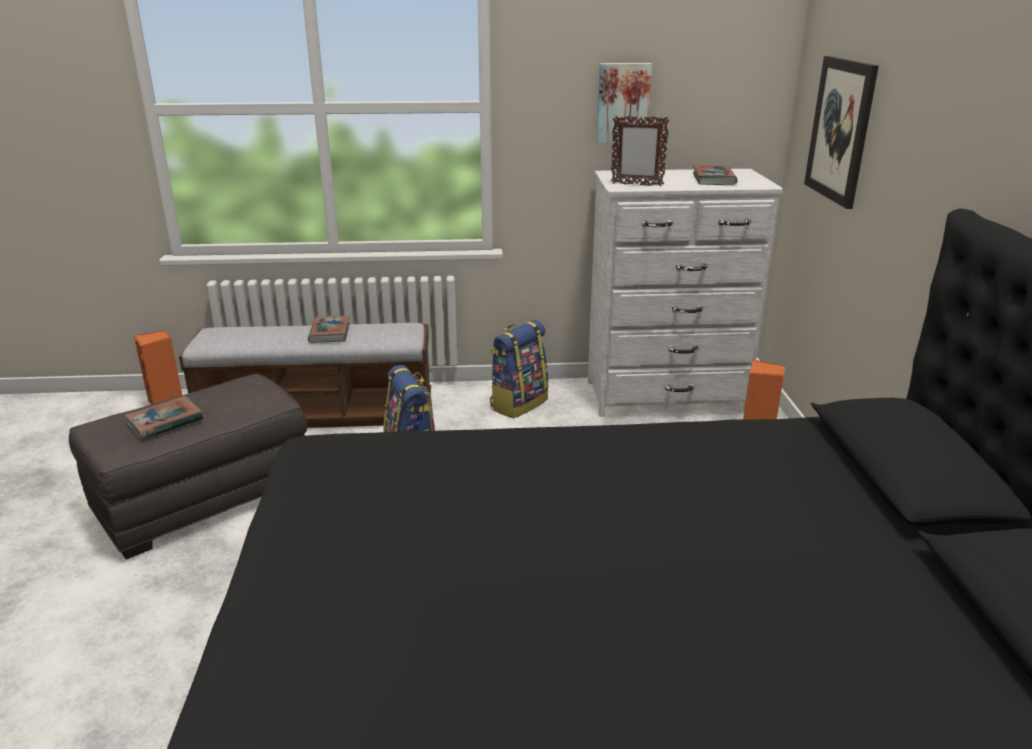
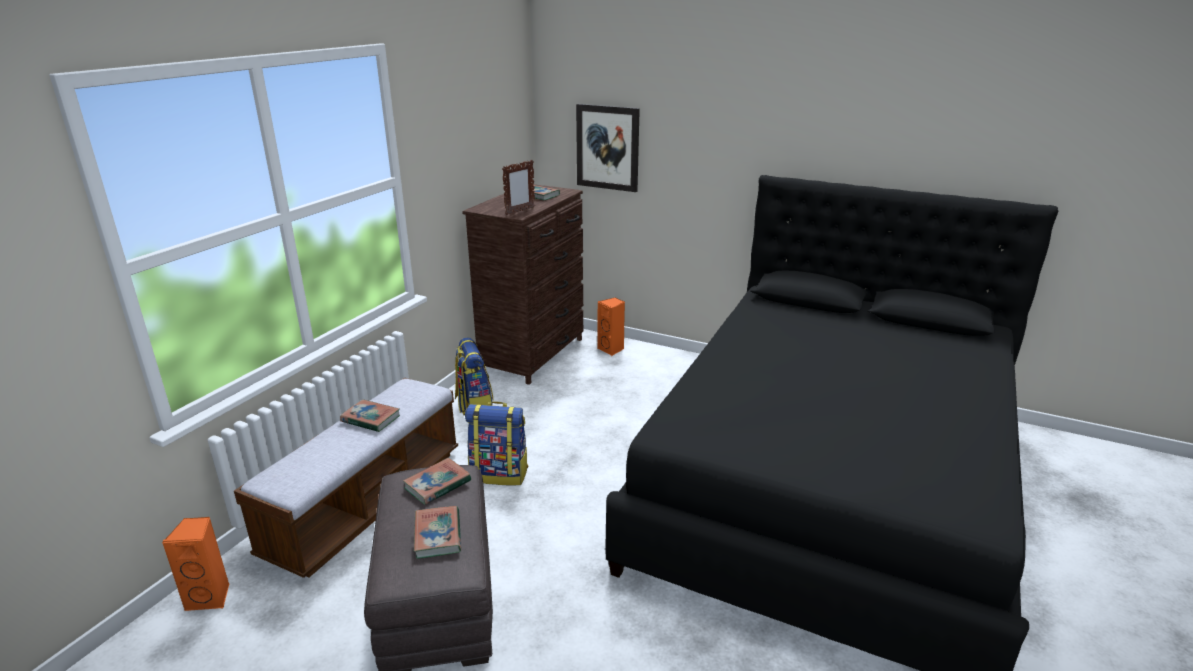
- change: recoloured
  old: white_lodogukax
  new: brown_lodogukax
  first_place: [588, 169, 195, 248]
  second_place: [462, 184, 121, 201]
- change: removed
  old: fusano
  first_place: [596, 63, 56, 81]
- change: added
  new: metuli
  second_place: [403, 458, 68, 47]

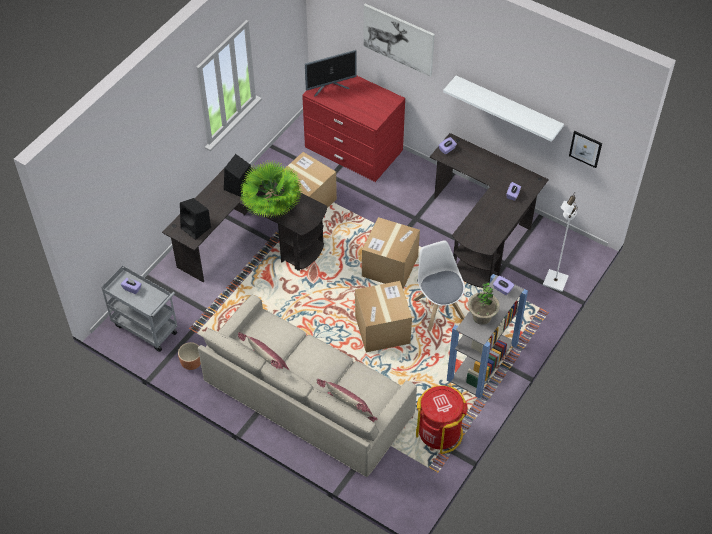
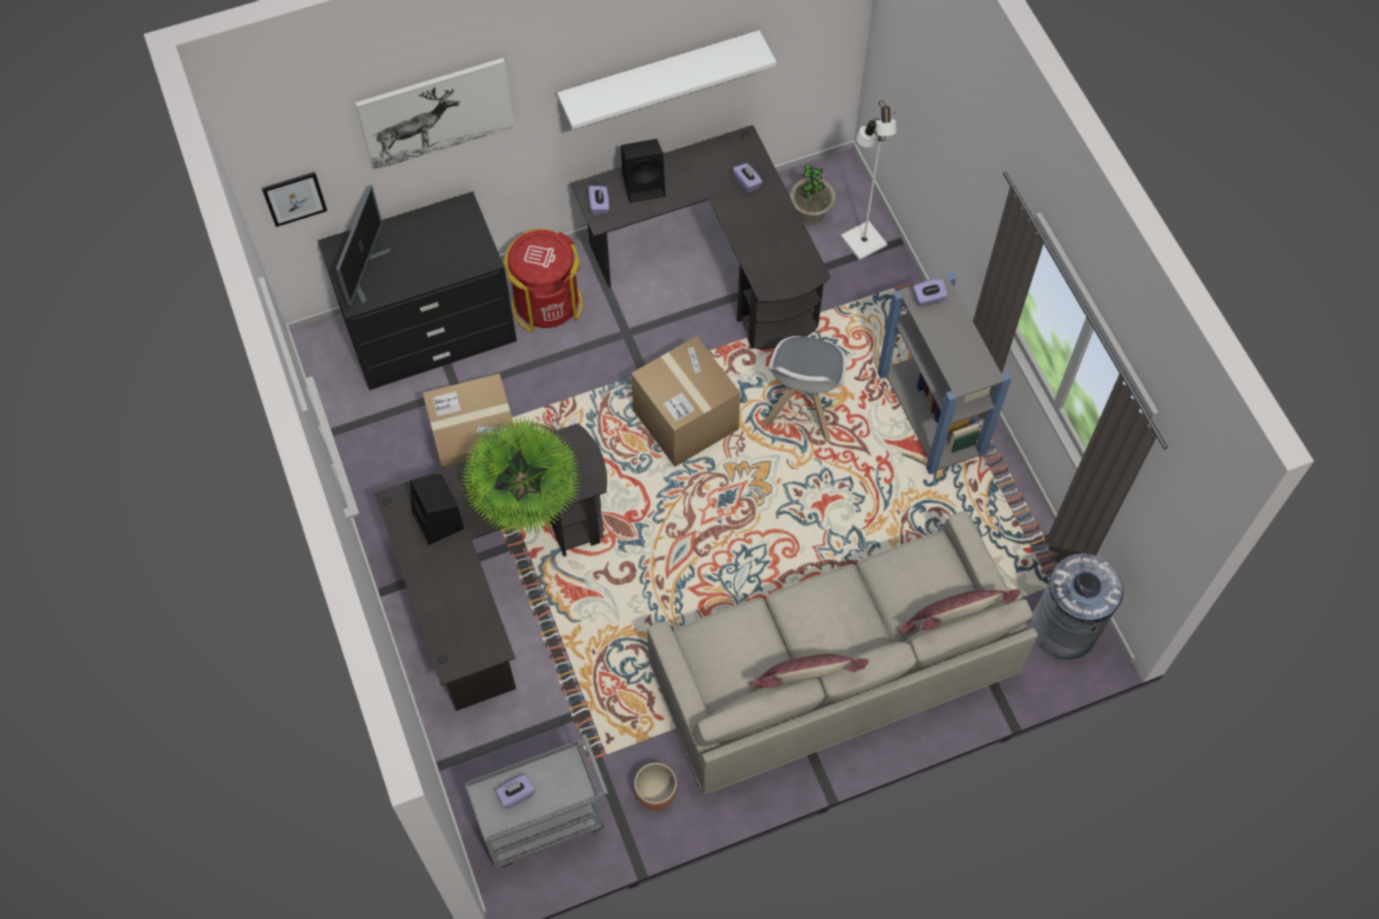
- change: moved
  old: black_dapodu
  first_place: [180, 198, 31, 42]
  second_place: [621, 139, 45, 64]
- change: recoloured
  old: red_lodogukax
  new: black_lodogukax
  first_place: [302, 76, 103, 106]
  second_place: [317, 192, 200, 198]
- change: removed
  old: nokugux
  first_place: [355, 281, 57, 71]
- change: turned
  old: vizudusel
  first_place: [413, 240, 52, 91]
  second_place: [763, 336, 83, 105]
  degrees: -90
- change: moved
  old: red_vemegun
  first_place: [416, 386, 52, 68]
  second_place: [504, 228, 79, 104]
- change: moved
  old: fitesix
  first_place: [468, 282, 32, 43]
  second_place: [790, 164, 46, 61]
- change: moved
  old: fusano
  first_place: [569, 131, 33, 37]
  second_place: [262, 172, 65, 55]
- change: added
  new: grey_vemegun
  second_place: [1030, 554, 93, 106]

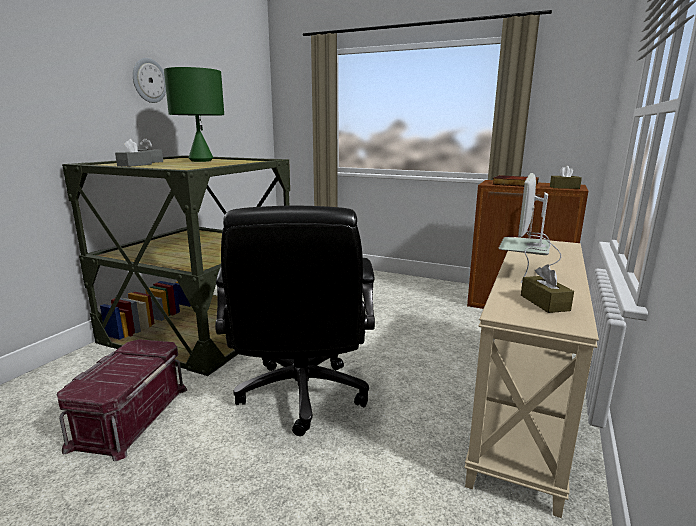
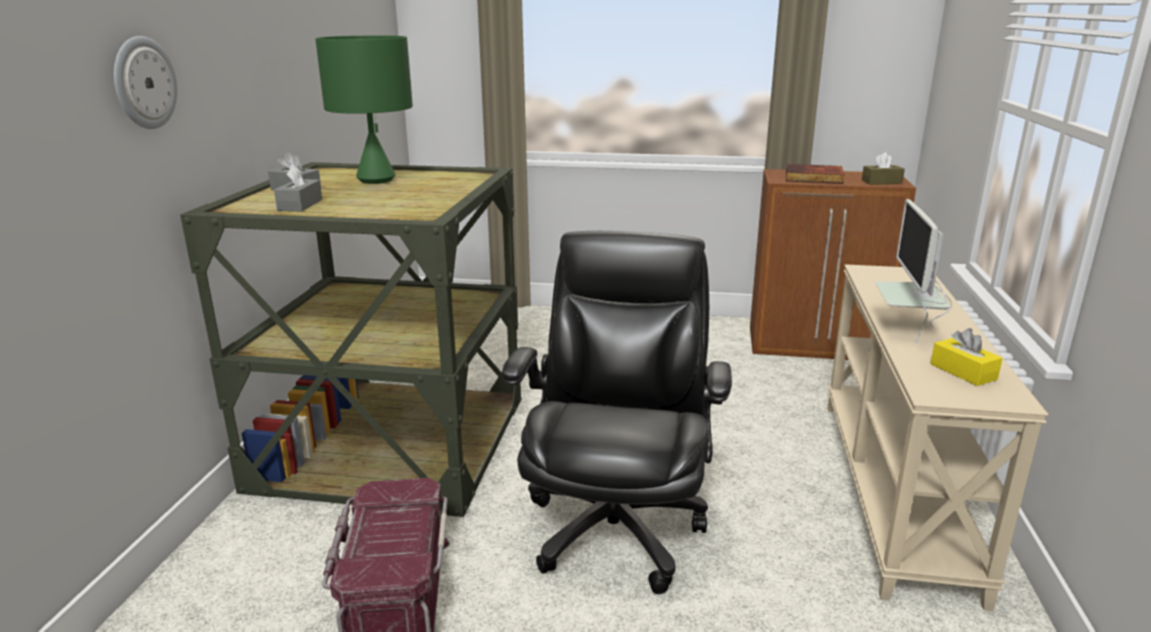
- change: moved
  old: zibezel
  first_place: [133, 58, 33, 45]
  second_place: [114, 36, 63, 93]
- change: turned
  old: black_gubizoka
  first_place: [215, 205, 160, 231]
  second_place: [502, 231, 230, 363]
  degrees: -150
- change: recoloured
  old: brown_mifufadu
  new: yellow_mifufadu
  first_place: [521, 265, 53, 48]
  second_place: [931, 328, 72, 58]

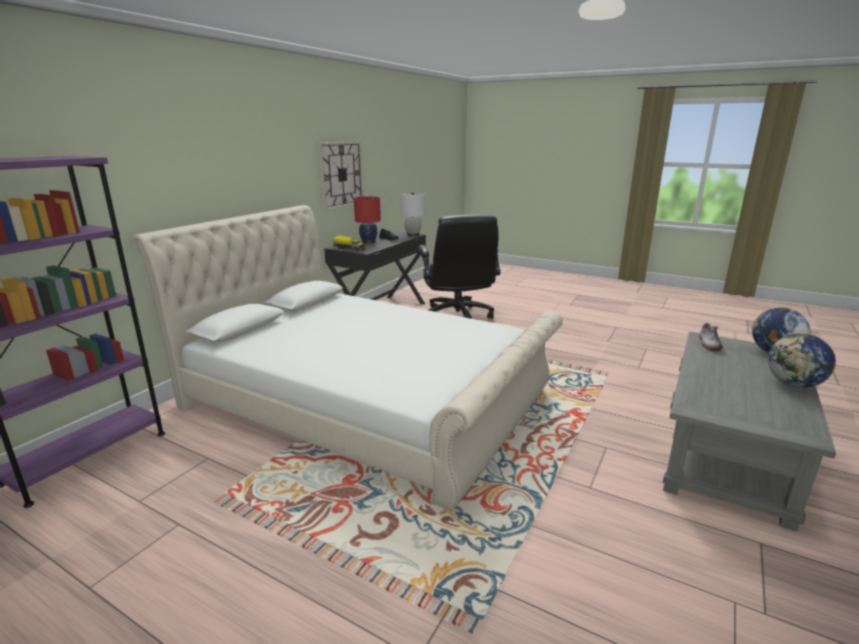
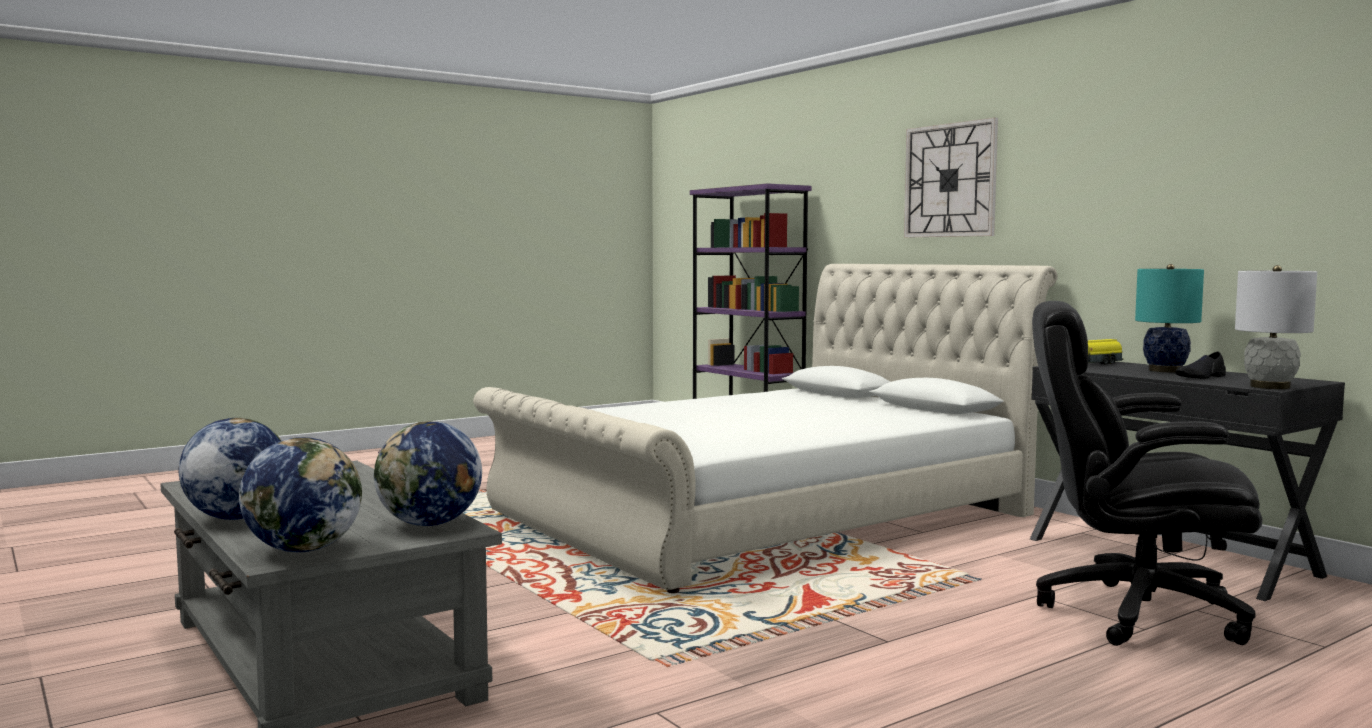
- change: moved
  old: zibezel
  first_place: [318, 141, 46, 70]
  second_place: [904, 118, 94, 120]
- change: recoloured
  old: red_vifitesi
  new: turquoise_vifitesi
  first_place: [354, 196, 27, 47]
  second_place: [1135, 264, 69, 108]
- change: replaced
  old: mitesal
  new: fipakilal
  first_place: [699, 323, 24, 29]
  second_place: [374, 421, 108, 105]

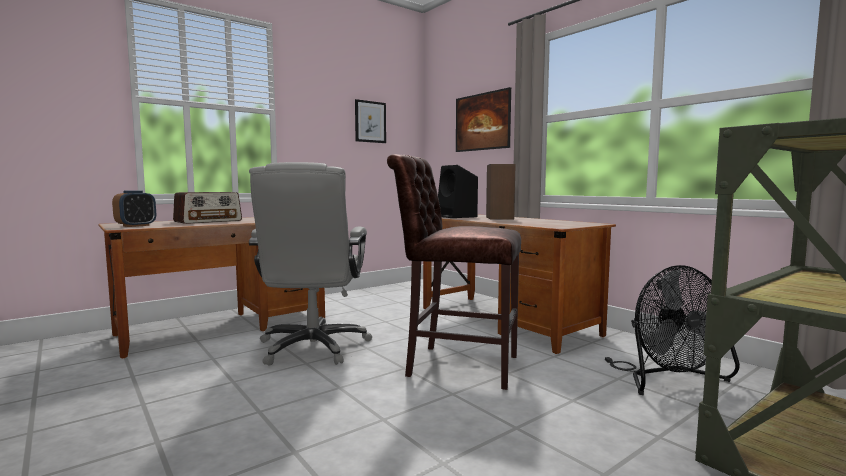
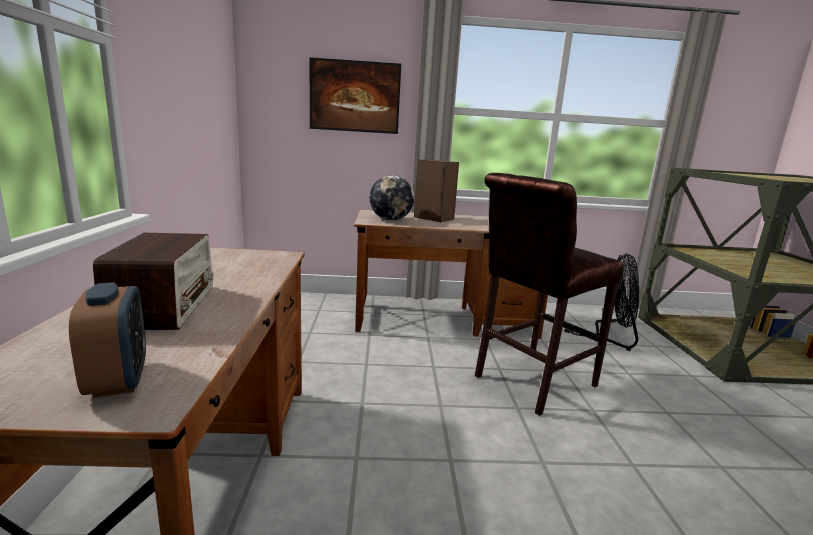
- change: removed
  old: grey_gubizoka
  first_place: [249, 162, 123, 204]
- change: removed
  old: fusano
  first_place: [355, 99, 31, 44]
- change: replaced
  old: black_dapodu
  new: fipakilal
  first_place: [438, 165, 40, 53]
  second_place: [370, 175, 44, 46]

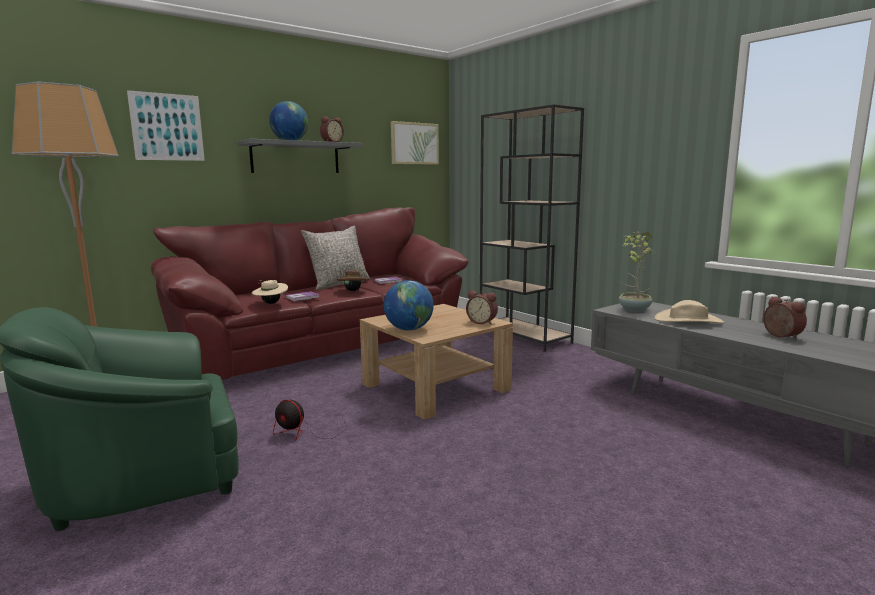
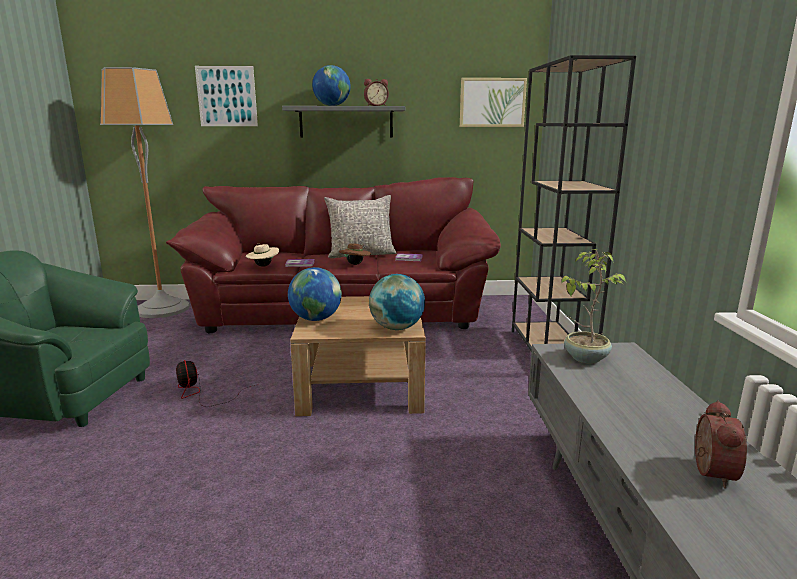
- change: replaced
  old: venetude
  new: fipakilal
  first_place: [466, 290, 32, 35]
  second_place: [369, 274, 56, 56]
- change: removed
  old: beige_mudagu
  first_place: [654, 300, 70, 23]

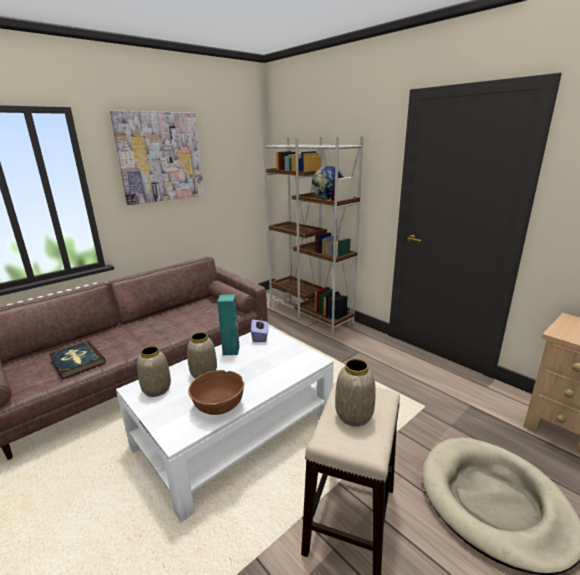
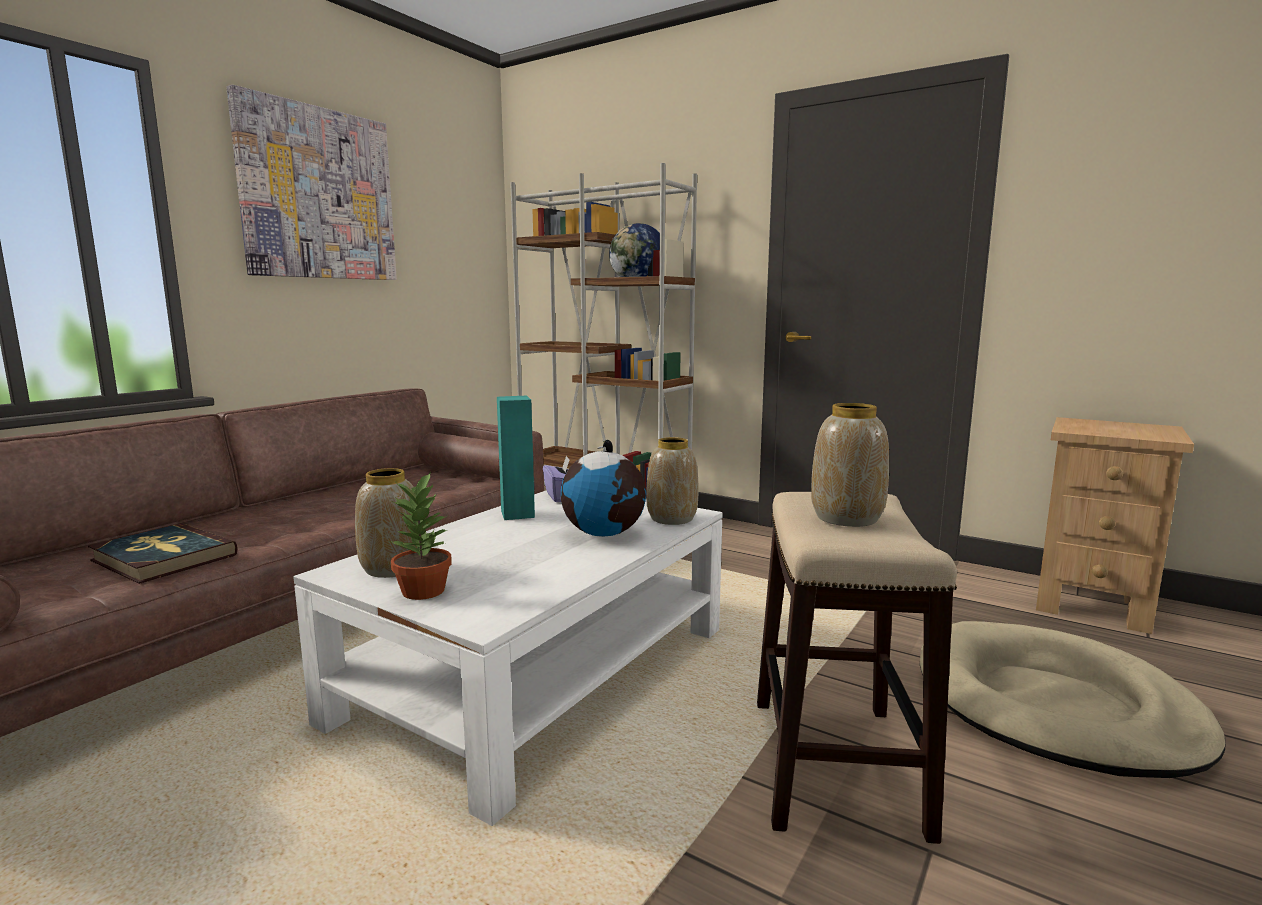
- change: moved
  old: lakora
  first_place: [187, 332, 30, 47]
  second_place: [647, 437, 51, 88]
- change: removed
  old: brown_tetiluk
  first_place: [188, 370, 56, 45]
- change: added
  new: fitesix
  second_place: [390, 471, 62, 129]
- change: added
  new: fipakilal
  second_place: [561, 440, 85, 97]

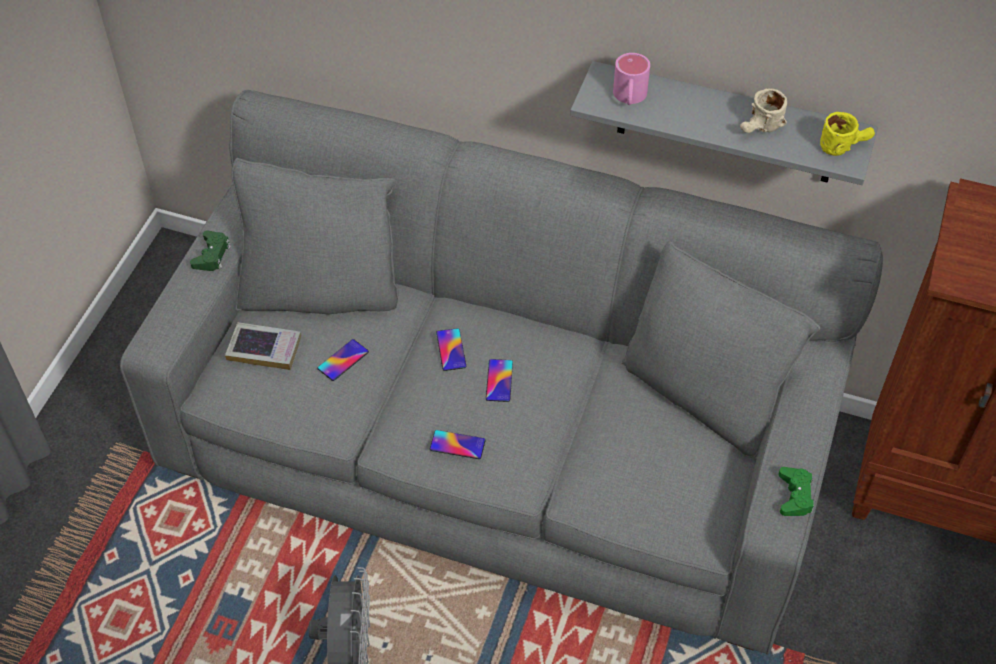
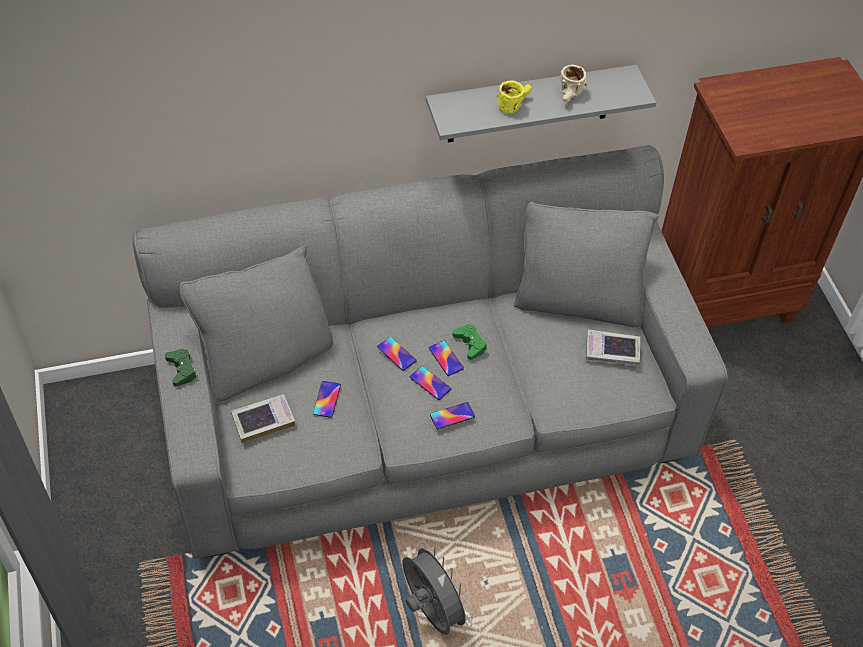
- change: removed
  old: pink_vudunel
  first_place: [613, 53, 37, 52]
- change: moved
  old: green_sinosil
  first_place: [778, 467, 36, 49]
  second_place: [453, 325, 34, 35]
- change: moved
  old: yellow_vudunel
  first_place: [820, 112, 55, 44]
  second_place: [497, 80, 35, 34]
- change: added
  new: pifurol
  second_place: [410, 366, 41, 34]
- change: added
  new: metuli
  second_place: [586, 329, 54, 37]

